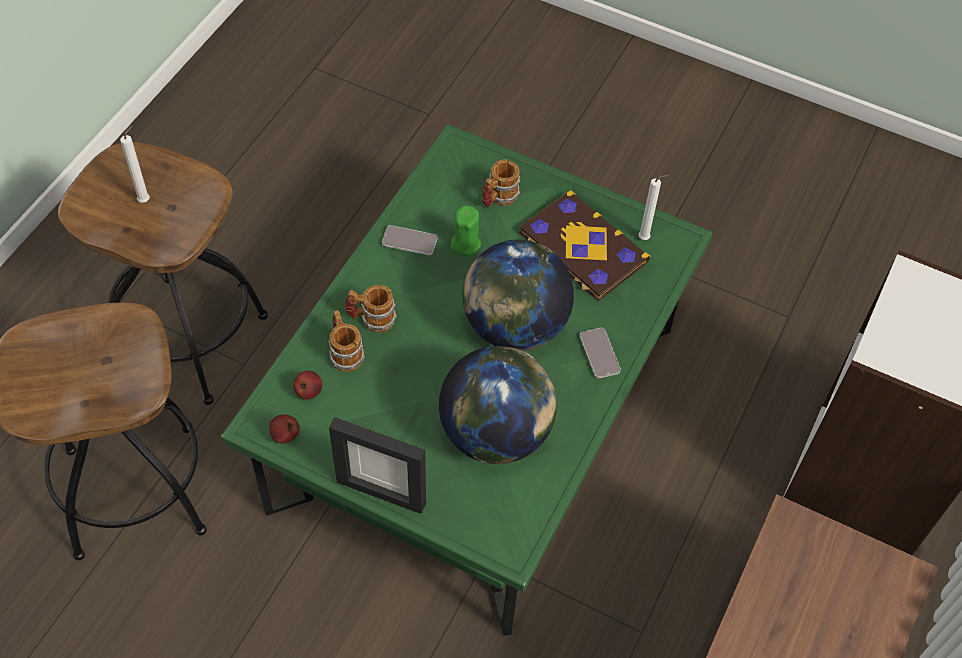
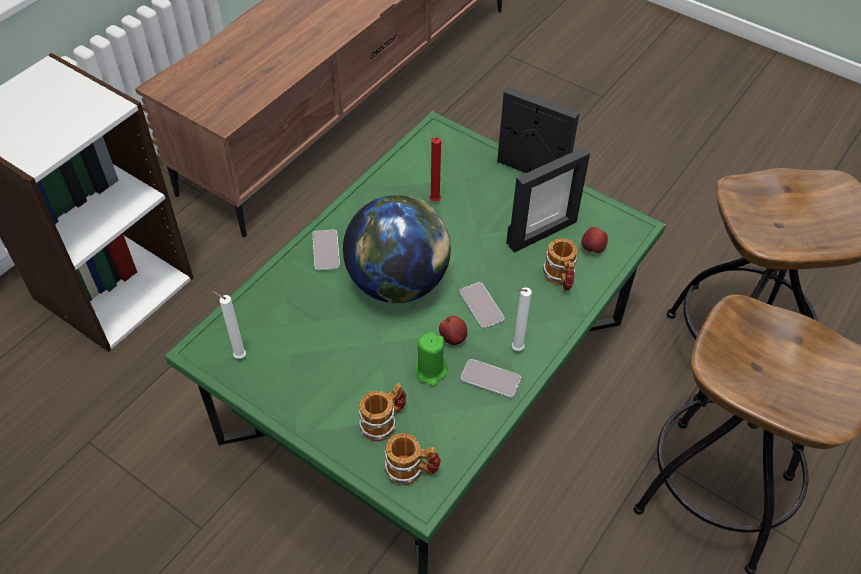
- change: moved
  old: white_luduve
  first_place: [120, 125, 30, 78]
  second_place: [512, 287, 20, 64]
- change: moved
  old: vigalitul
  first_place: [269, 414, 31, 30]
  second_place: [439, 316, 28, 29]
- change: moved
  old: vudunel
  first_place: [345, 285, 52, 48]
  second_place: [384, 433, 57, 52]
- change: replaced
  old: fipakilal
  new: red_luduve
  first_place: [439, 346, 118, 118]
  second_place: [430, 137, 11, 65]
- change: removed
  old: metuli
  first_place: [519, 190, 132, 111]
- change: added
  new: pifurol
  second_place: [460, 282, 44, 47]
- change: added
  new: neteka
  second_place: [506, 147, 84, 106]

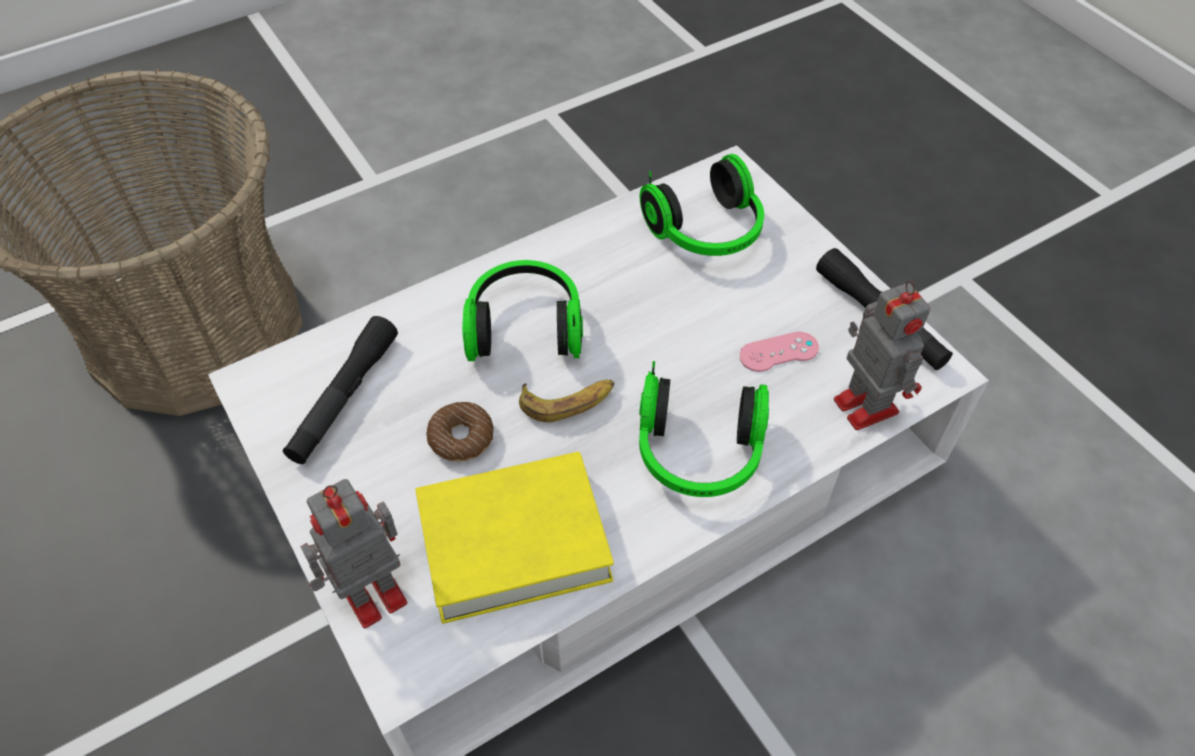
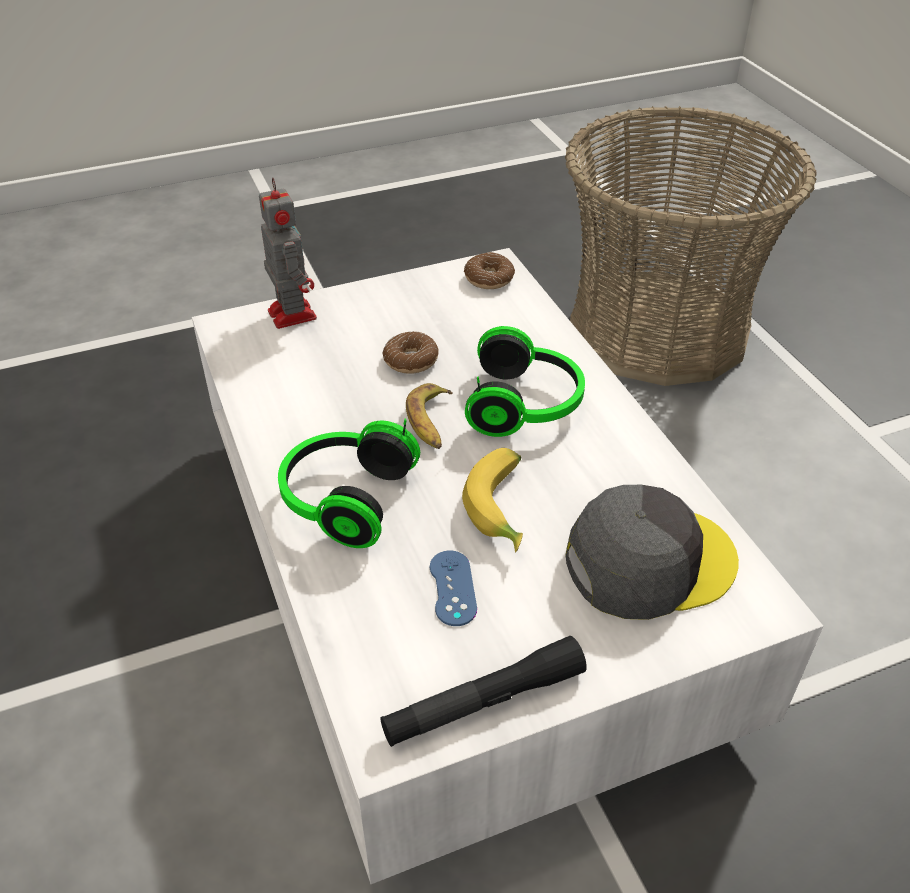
- change: removed
  old: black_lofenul
  first_place: [283, 316, 115, 148]
- change: removed
  old: yellow_metuli
  first_place: [416, 452, 198, 172]
- change: replaced
  old: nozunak
  new: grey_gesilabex
  first_place: [640, 154, 124, 102]
  second_place: [565, 485, 174, 135]
- change: recoloured
  old: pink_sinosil
  new: blue_sinosil
  first_place: [740, 332, 79, 40]
  second_place: [430, 551, 47, 75]
- change: removed
  old: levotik
  first_place: [834, 281, 97, 149]
- change: added
  new: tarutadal
  second_place: [462, 448, 61, 105]
- change: added
  new: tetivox
  second_place: [464, 252, 51, 37]

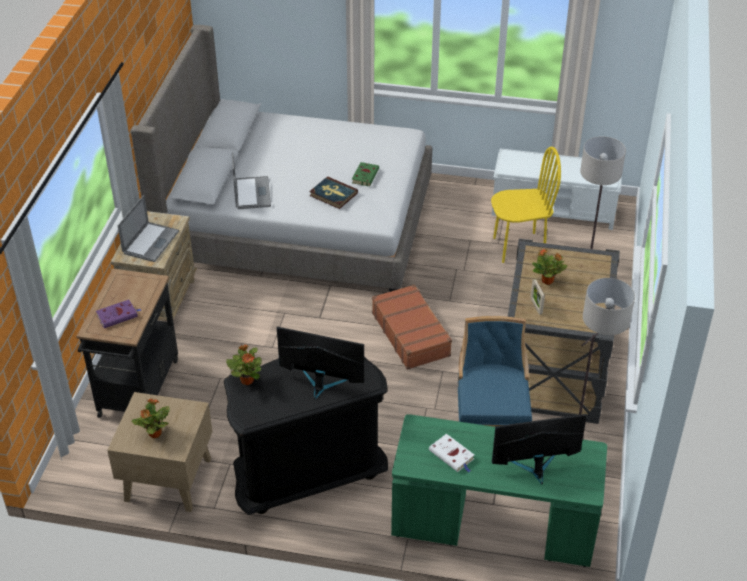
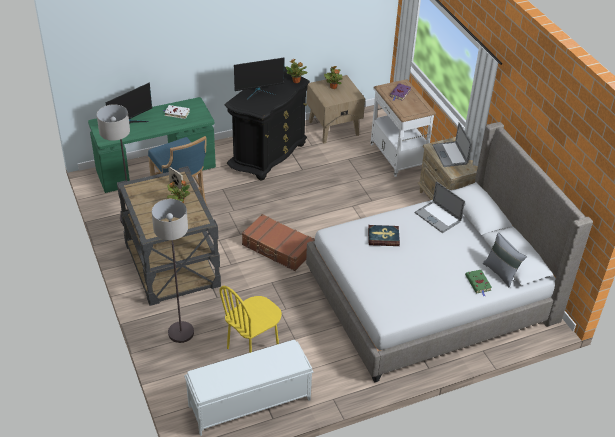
- change: recoloured
  old: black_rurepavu
  new: white_rurepavu
  first_place: [76, 269, 102, 149]
  second_place: [370, 79, 66, 98]
- change: moved
  old: green_metuli
  first_place: [352, 162, 27, 24]
  second_place: [465, 270, 27, 26]
- change: added
  new: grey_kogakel
  second_place: [483, 232, 44, 56]

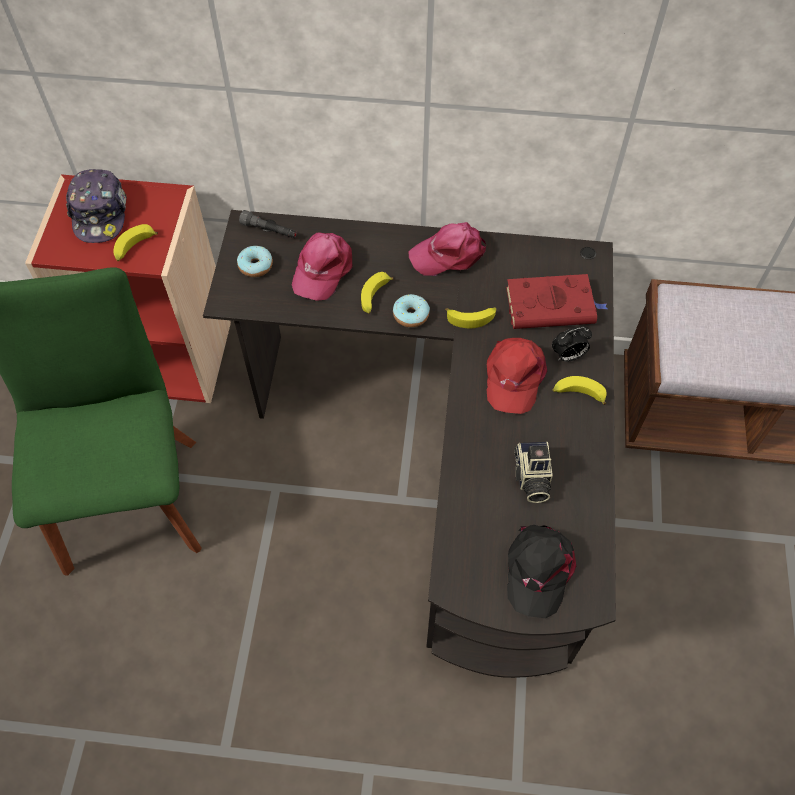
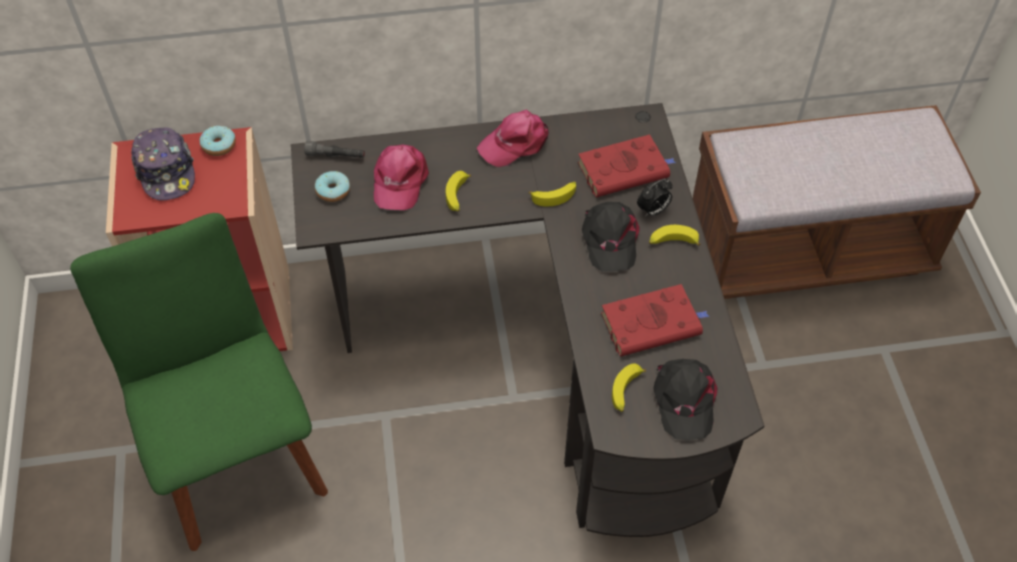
- change: moved
  old: tarutadal
  first_place: [113, 224, 45, 37]
  second_place: [612, 363, 34, 49]
- change: moved
  old: tetivox
  first_place: [393, 294, 37, 34]
  second_place: [200, 126, 36, 30]
- change: recoloured
  old: red_gesilabex
  new: black_gesilabex
  first_place: [487, 338, 60, 76]
  second_place: [582, 202, 58, 70]
- change: replaced
  old: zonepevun
  new: red_metuli
  first_place: [514, 441, 39, 62]
  second_place: [601, 284, 108, 73]

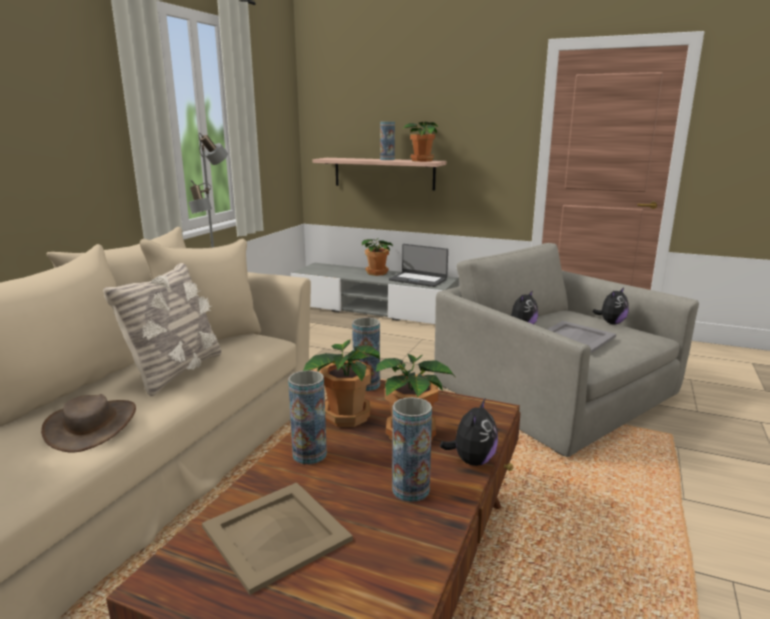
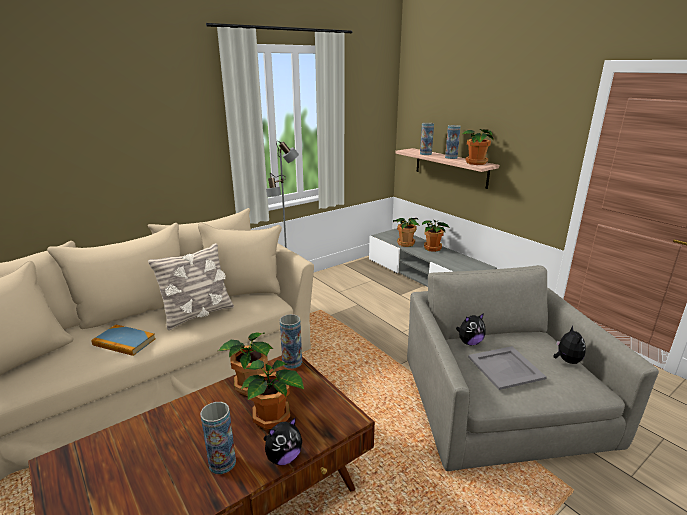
- change: replaced
  old: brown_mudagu
  new: metuli
  first_place: [41, 394, 95, 58]
  second_place: [92, 325, 64, 31]
- change: removed
  old: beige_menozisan
  first_place: [202, 482, 151, 113]
- change: moved
  old: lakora
  first_place: [288, 370, 39, 94]
  second_place: [420, 123, 14, 32]
- change: removed
  old: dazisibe
  first_place: [389, 244, 59, 43]
- change: turned
  old: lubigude
  first_place: [593, 287, 36, 38]
  second_place: [553, 326, 33, 38]
  degrees: -75
- change: added
  new: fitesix
  second_place: [393, 218, 27, 29]

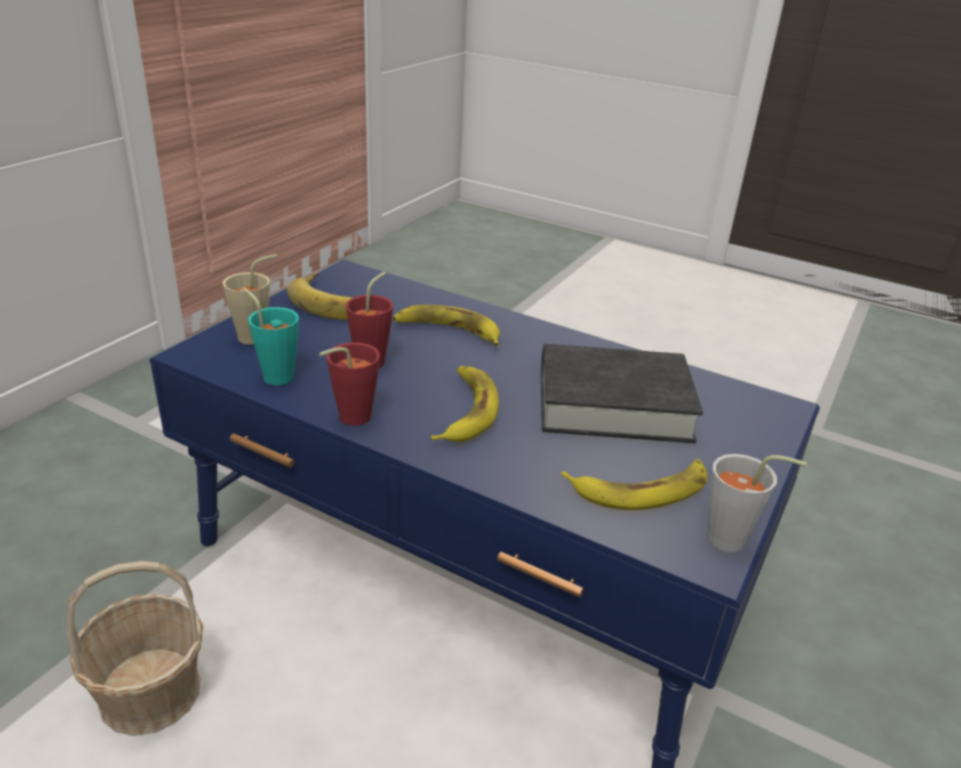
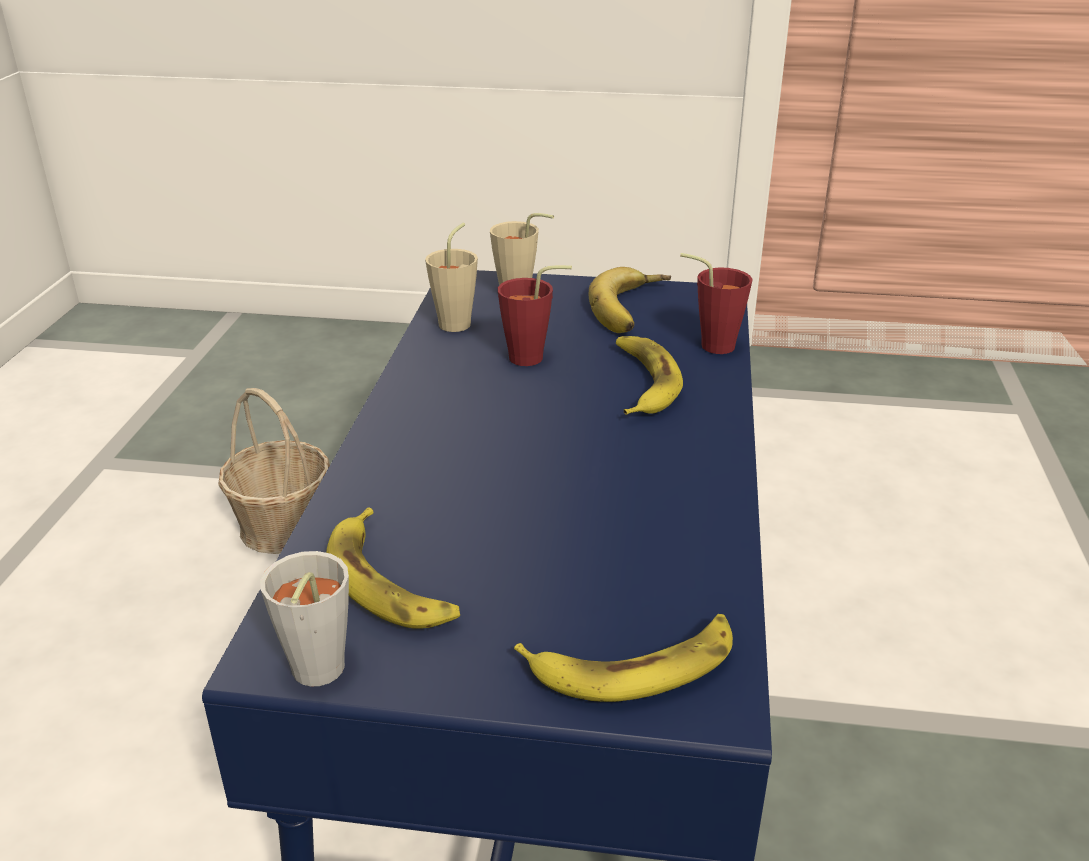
- change: recoloured
  old: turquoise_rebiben
  new: beige_rebiben
  first_place: [242, 288, 57, 97]
  second_place: [425, 223, 53, 109]
- change: moved
  old: red_rebiben
  first_place: [319, 342, 61, 84]
  second_place: [680, 253, 73, 101]
- change: moved
  old: tarutadal
  first_place: [431, 366, 68, 76]
  second_place: [514, 614, 219, 88]
- change: removed
  old: black_metuli
  first_place: [541, 344, 162, 99]

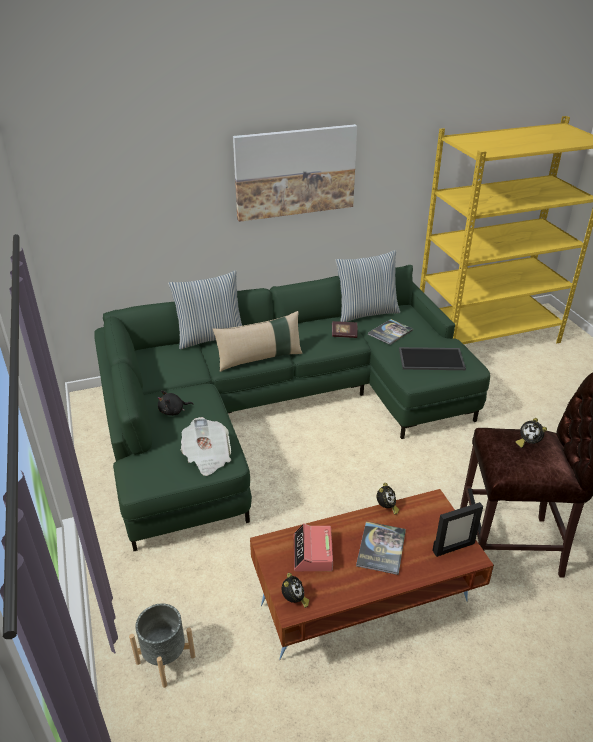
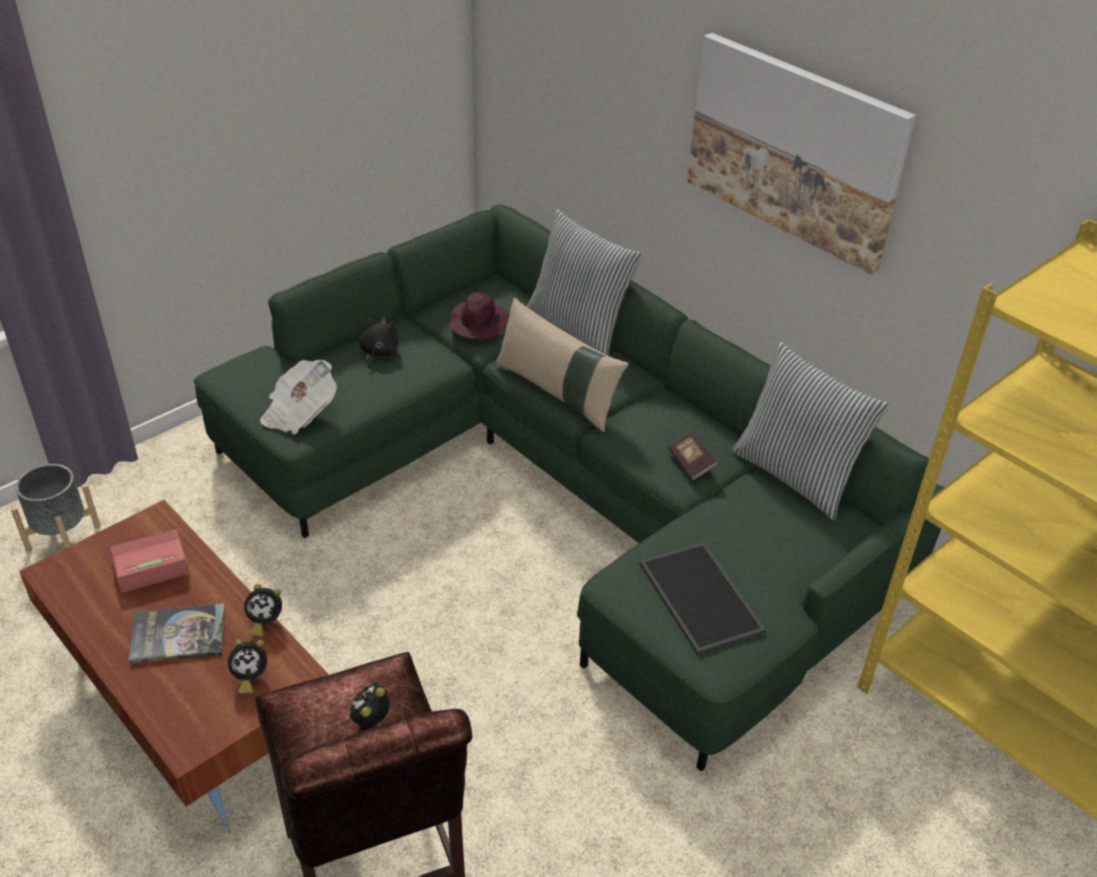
- change: turned
  old: black_lubigude
  first_place: [158, 390, 36, 26]
  second_place: [359, 316, 40, 53]
  degrees: 60
- change: moved
  old: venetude
  first_place: [281, 573, 28, 35]
  second_place: [228, 639, 39, 55]
- change: removed
  old: metuli
  first_place: [368, 319, 45, 26]
- change: removed
  old: neteka
  first_place: [432, 502, 51, 55]
- change: added
  new: purple_mudagu
  second_place: [449, 292, 60, 47]

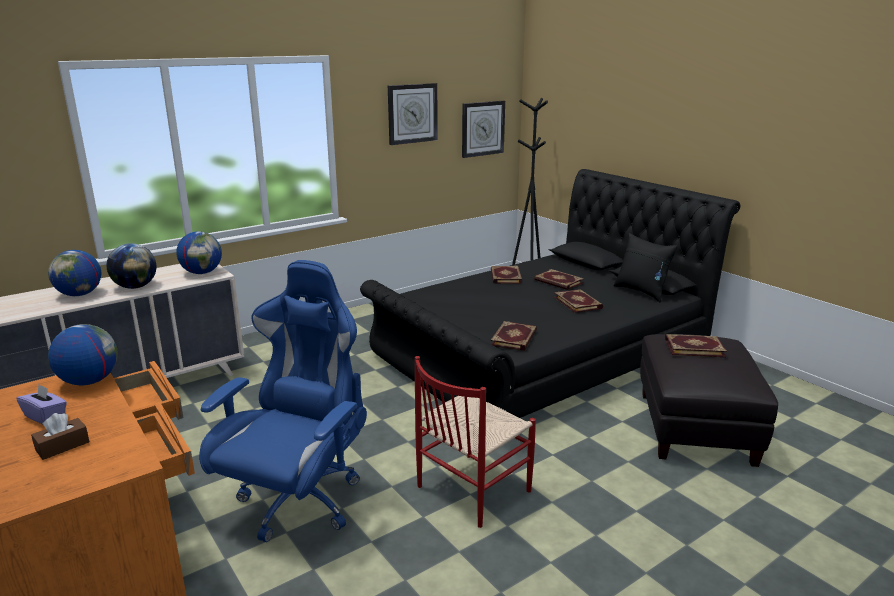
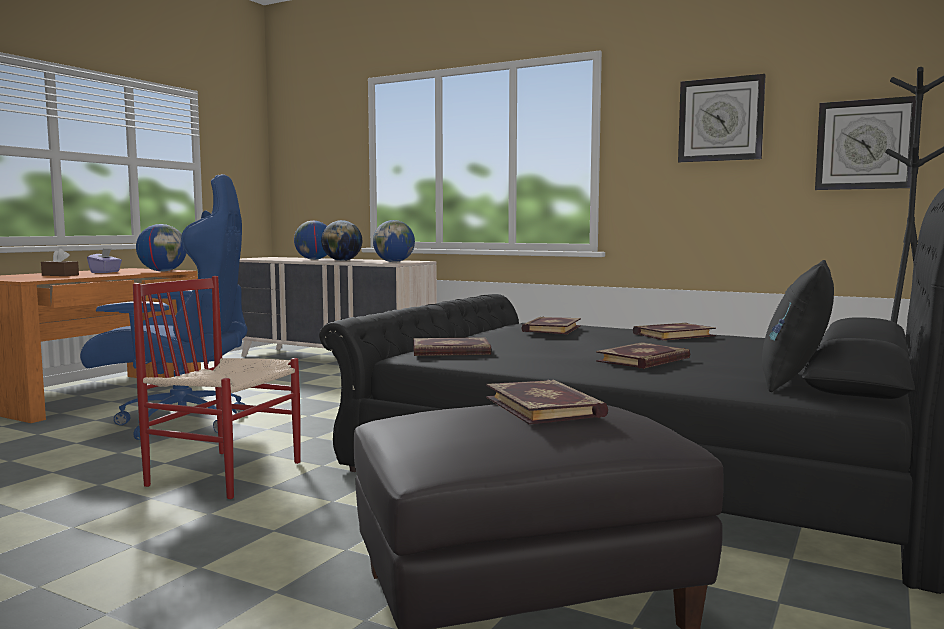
- change: moved
  old: metuli
  first_place: [534, 269, 50, 21]
  second_place: [521, 317, 60, 17]

